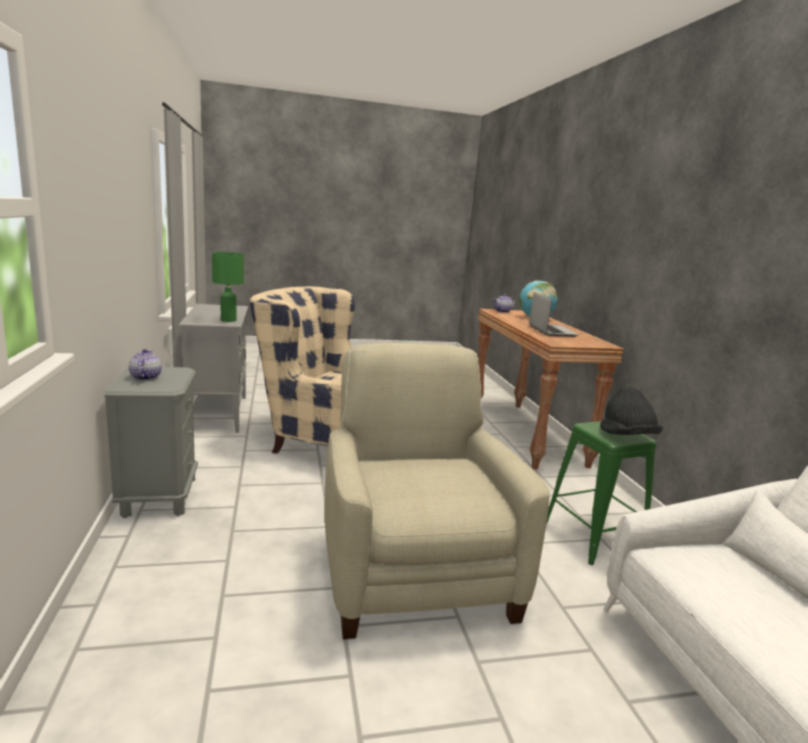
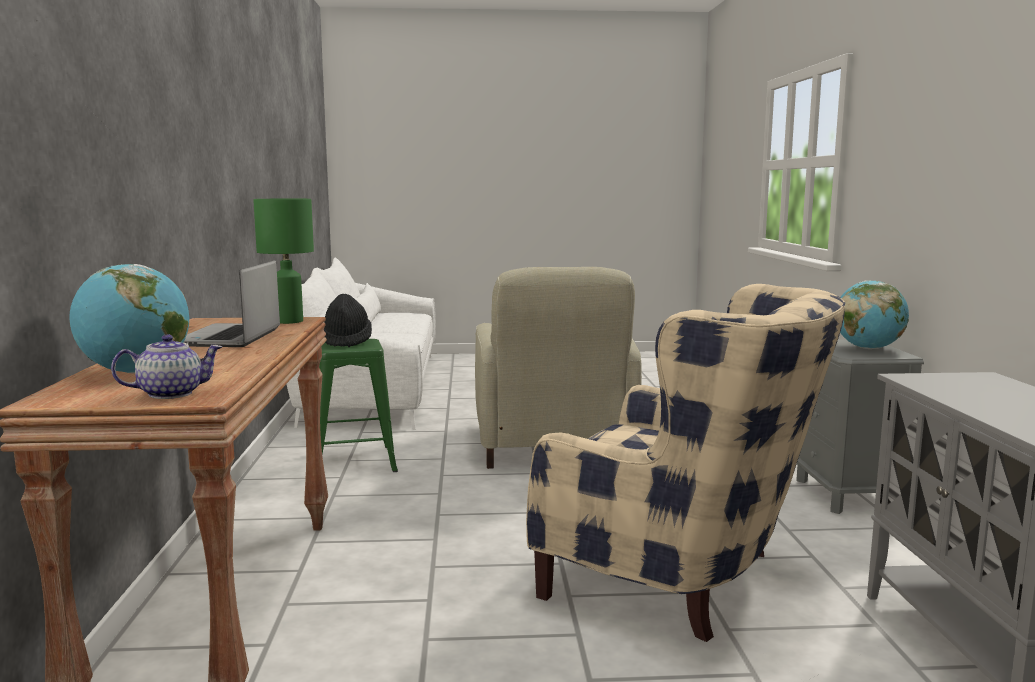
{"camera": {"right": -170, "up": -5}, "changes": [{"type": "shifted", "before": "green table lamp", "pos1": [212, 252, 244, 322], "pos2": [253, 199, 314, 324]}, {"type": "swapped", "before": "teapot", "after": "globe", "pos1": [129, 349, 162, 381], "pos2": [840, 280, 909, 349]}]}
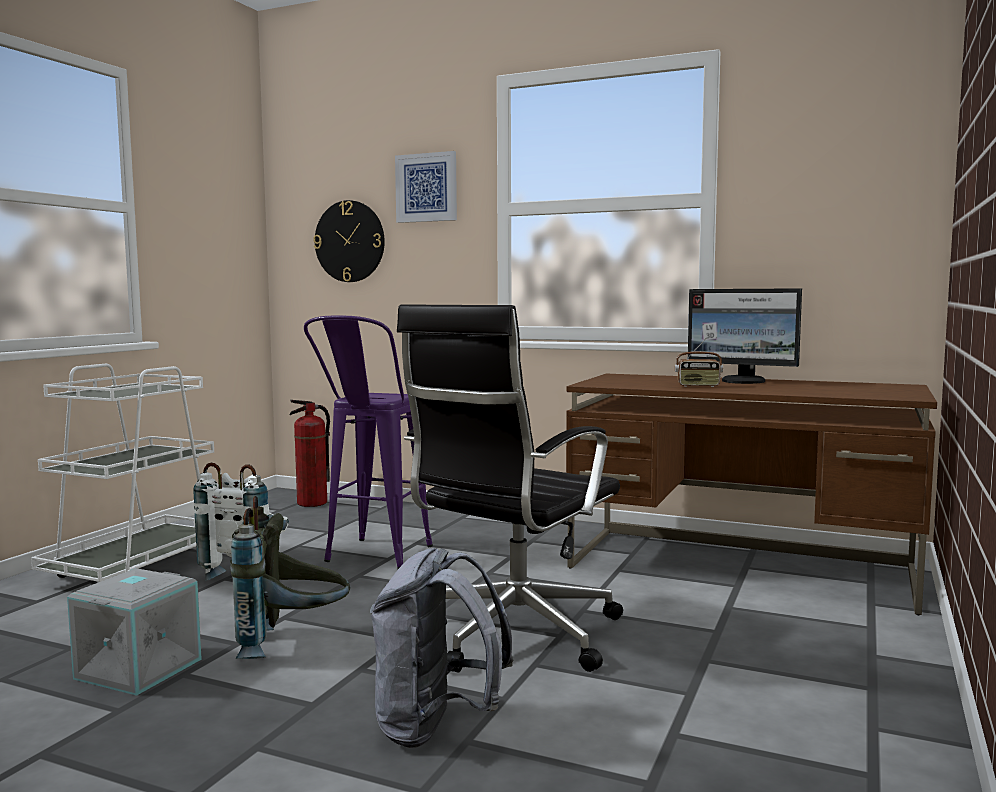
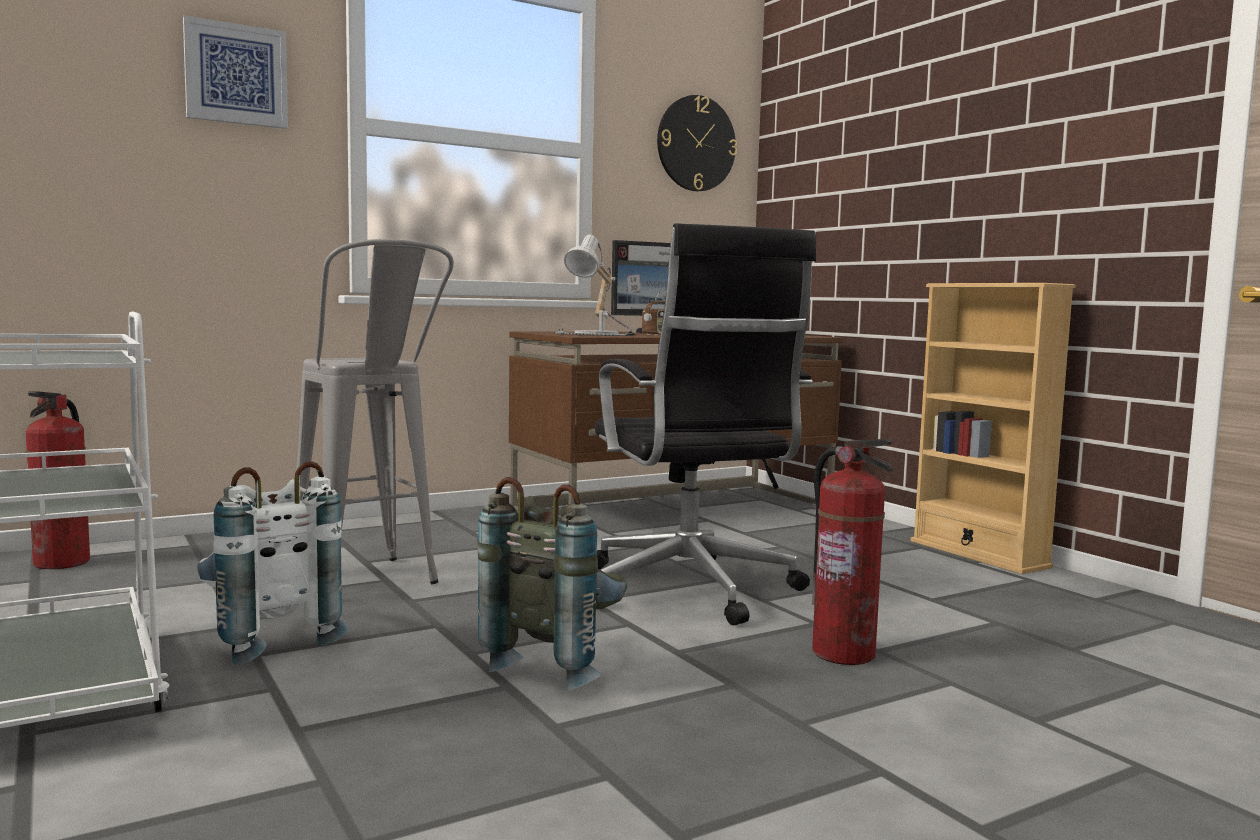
{"camera": {"right": -55, "up": 0}, "changes": [{"type": "gone", "before": "grey storage box", "pos1": [67, 568, 202, 696]}, {"type": "new", "after": "table lamp", "pos2": [556, 235, 636, 336]}, {"type": "new", "after": "beige bookcase", "pos2": [910, 283, 1076, 574]}, {"type": "shifted", "before": "wall clock", "pos1": [313, 200, 385, 282], "pos2": [657, 95, 737, 191]}, {"type": "swapped", "before": "grey backpack", "after": "fire extinguisher", "pos1": [370, 548, 513, 748], "pos2": [812, 439, 893, 665]}, {"type": "repainted", "before": "purple stool", "after": "grey stool", "pos1": [304, 315, 433, 569], "pos2": [296, 239, 454, 584]}]}
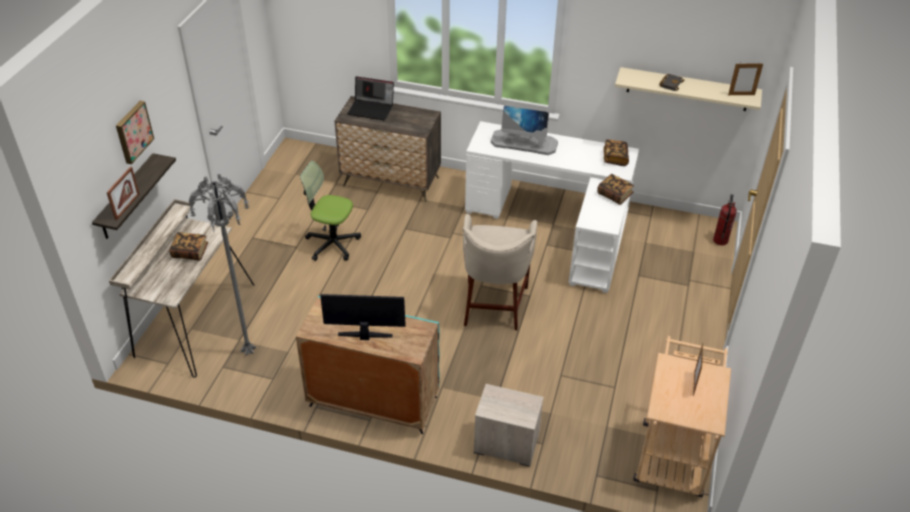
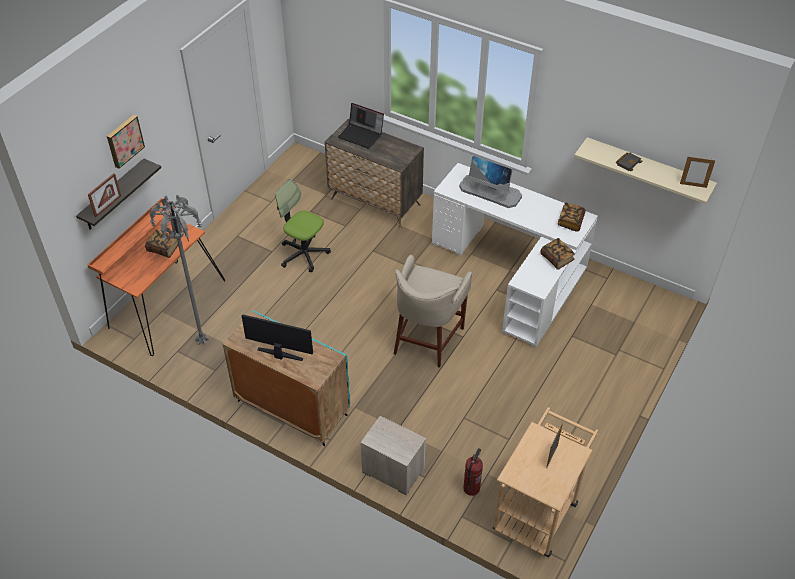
{"camera": {"right": 15, "up": 5}, "changes": [{"type": "shifted", "before": "fire extinguisher", "pos1": [713, 194, 737, 245], "pos2": [463, 448, 483, 496]}, {"type": "repainted", "before": "beige desk", "after": "orange desk", "pos1": [109, 199, 254, 378], "pos2": [87, 198, 225, 356]}]}
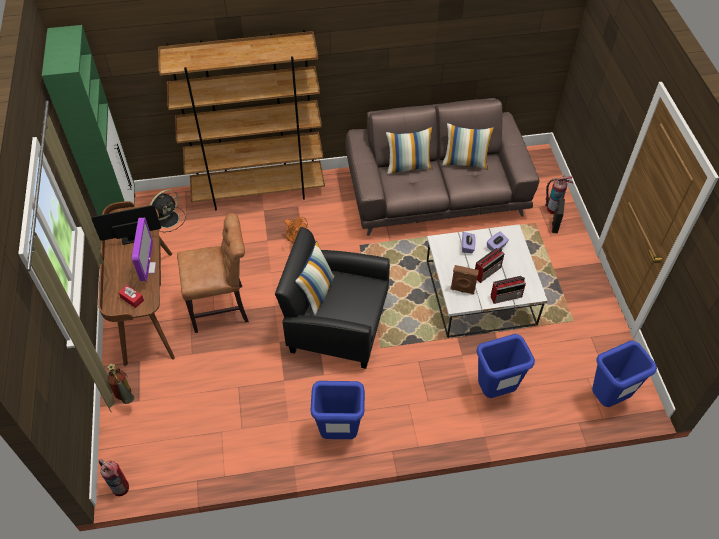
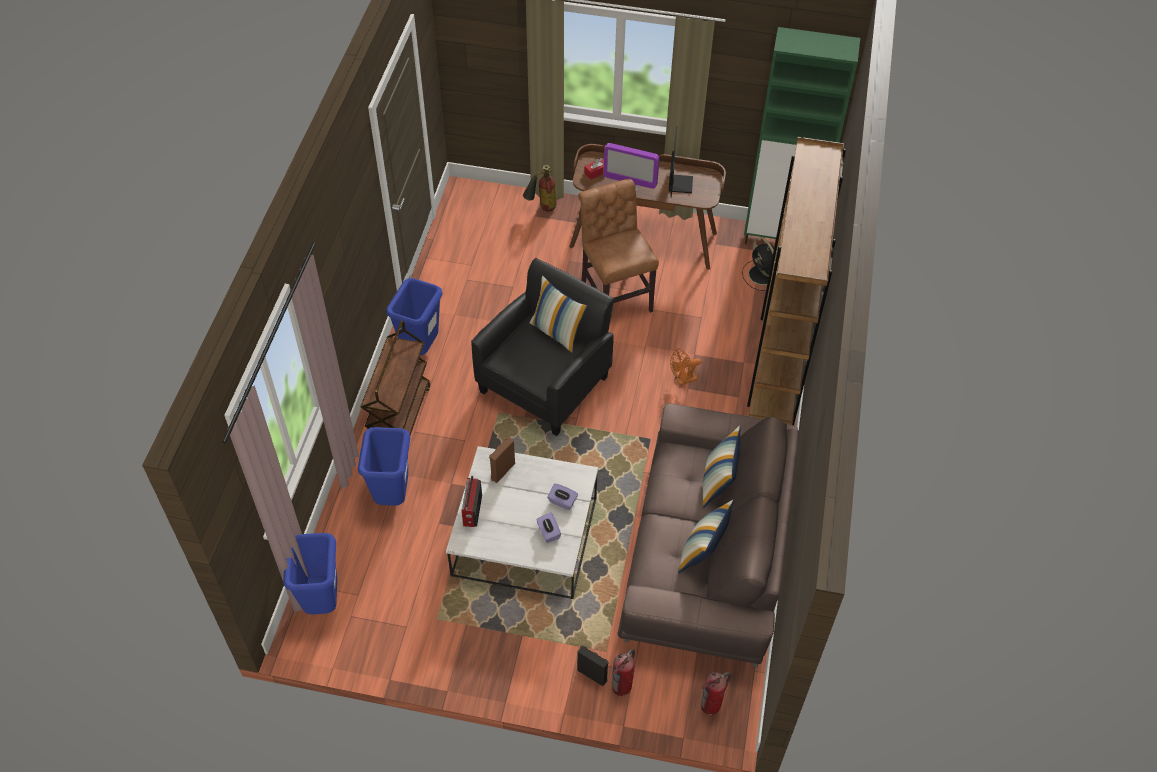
{"camera": {"right": 110, "up": 0}, "changes": [{"type": "gone", "before": "radio", "pos1": [475, 248, 504, 283]}, {"type": "new", "after": "brown cart", "pos2": [361, 321, 430, 435]}, {"type": "shifted", "before": "fire extinguisher", "pos1": [99, 459, 129, 496], "pos2": [701, 671, 731, 715]}, {"type": "rotated", "before": "brown chair", "pos1": [177, 213, 249, 333], "pos2": [579, 179, 659, 313], "turn": 150}]}
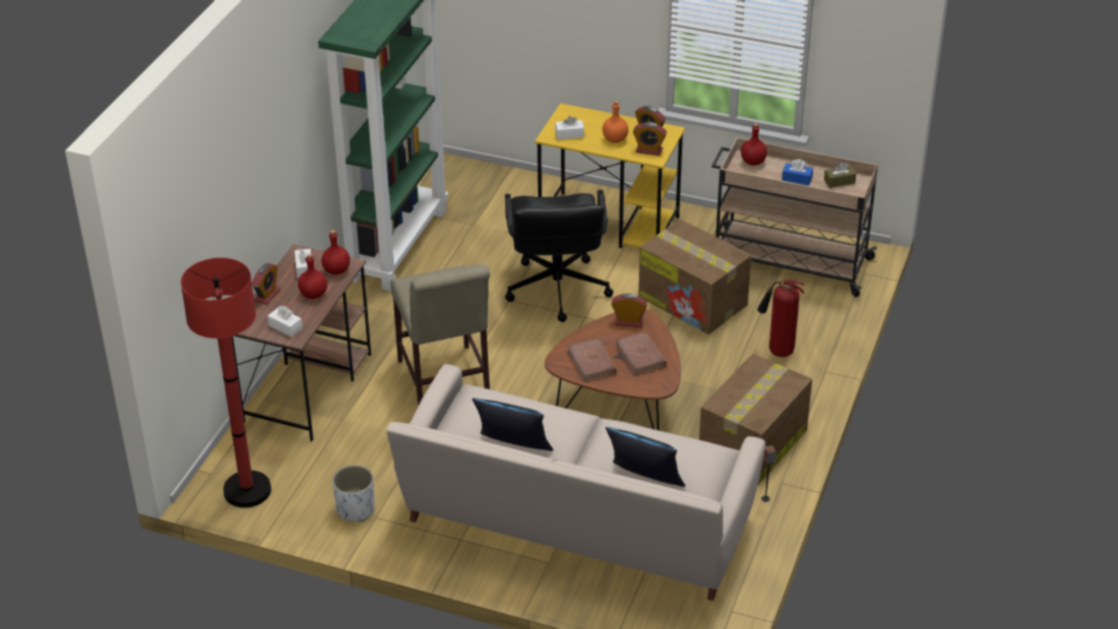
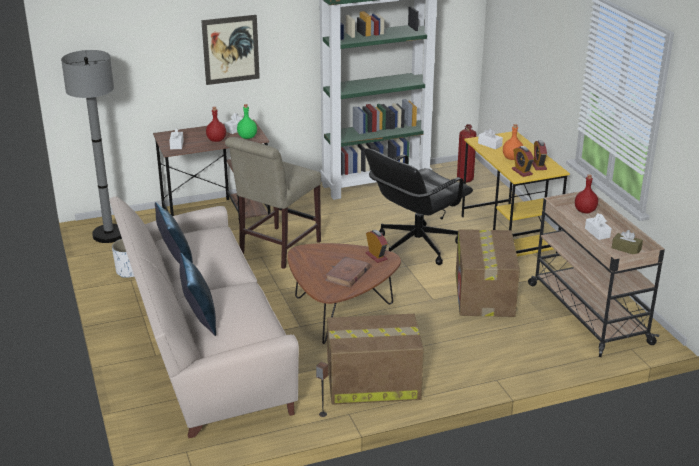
{"camera": {"right": 50, "up": -10}, "changes": [{"type": "gone", "before": "alarm clock", "pos1": [252, 263, 281, 305]}, {"type": "gone", "before": "brown book", "pos1": [567, 339, 617, 382]}, {"type": "new", "after": "picture", "pos2": [201, 15, 260, 85]}, {"type": "shifted", "before": "fire extinguisher", "pos1": [757, 280, 804, 357], "pos2": [457, 124, 477, 183]}, {"type": "repainted", "before": "red floor lamp", "after": "grey floor lamp", "pos1": [181, 258, 271, 508], "pos2": [61, 50, 122, 243]}, {"type": "repainted", "before": "red bottle", "after": "green bottle", "pos1": [322, 230, 350, 275], "pos2": [237, 104, 257, 139]}, {"type": "repainted", "before": "blue tissue box", "after": "white tissue box", "pos1": [782, 159, 813, 186], "pos2": [585, 213, 611, 240]}]}
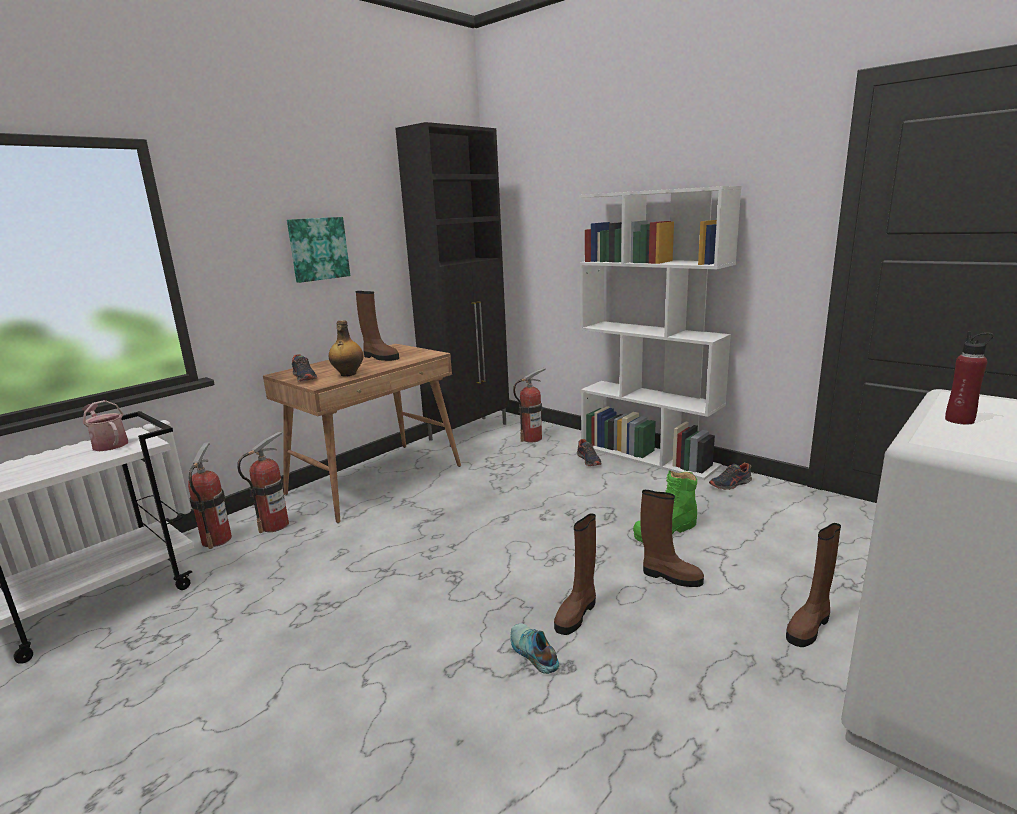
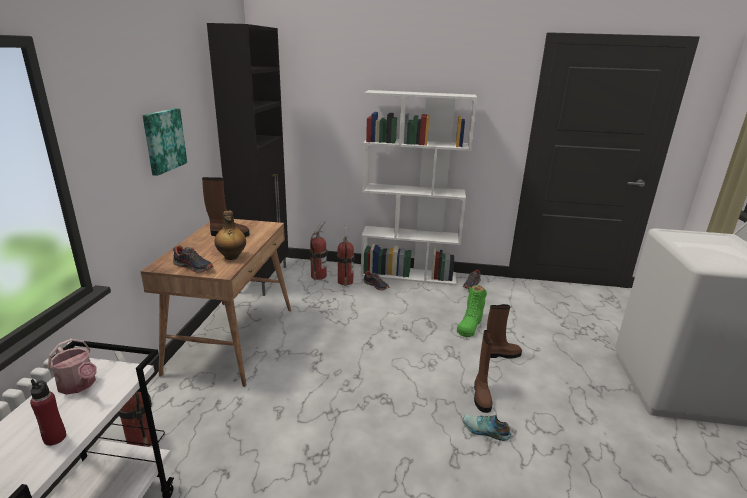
{"camera": {"right": -35, "up": 5}, "changes": [{"type": "gone", "before": "brown boot", "pos1": [786, 523, 841, 647]}, {"type": "shifted", "before": "fire extinguisher", "pos1": [237, 432, 289, 533], "pos2": [337, 225, 354, 286]}, {"type": "shifted", "before": "red bottle", "pos1": [945, 331, 994, 425], "pos2": [30, 379, 66, 446]}, {"type": "rotated", "before": "watering can", "pos1": [82, 400, 128, 451], "pos2": [48, 339, 97, 395], "turn": -150}]}
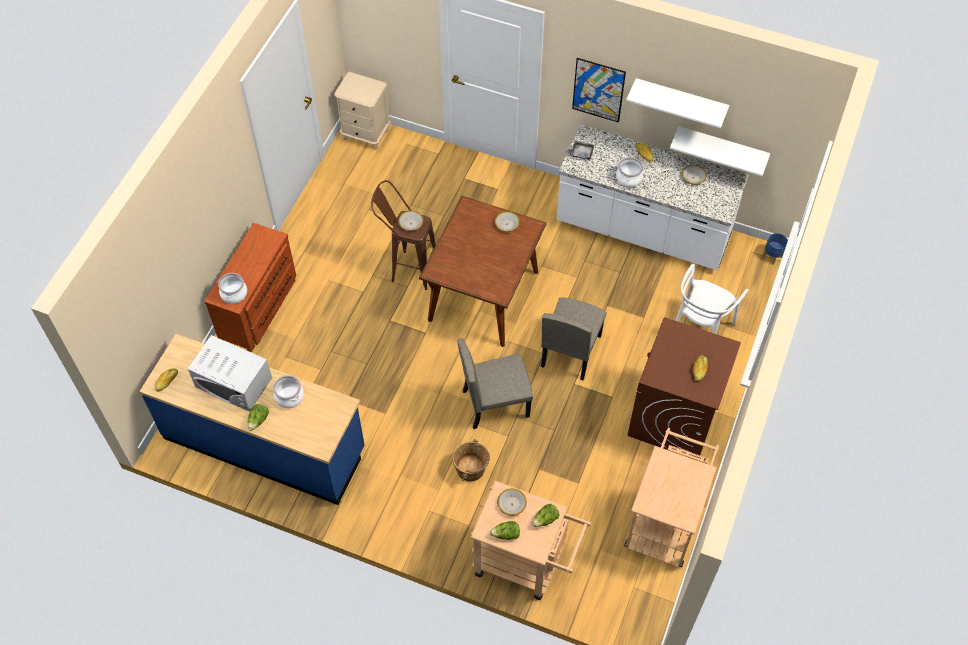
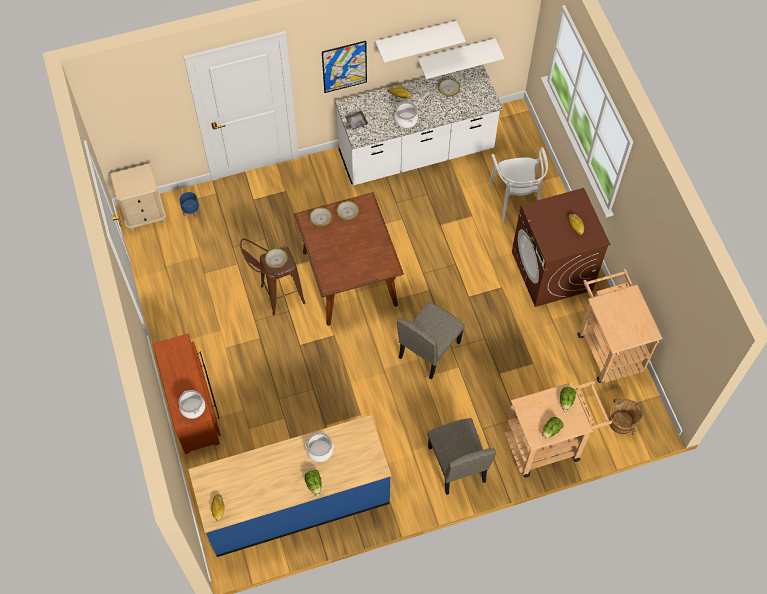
{"camera": {"right": -40, "up": 5}, "changes": [{"type": "gone", "before": "white microwave", "pos1": [188, 335, 272, 411]}, {"type": "shifted", "before": "brown bucket", "pos1": [452, 439, 490, 481], "pos2": [609, 399, 643, 435]}, {"type": "shifted", "before": "bowl", "pos1": [497, 489, 527, 516], "pos2": [309, 207, 332, 227]}, {"type": "shifted", "before": "beige chair", "pos1": [541, 297, 607, 380], "pos2": [427, 418, 496, 495]}, {"type": "shifted", "before": "blue planter", "pos1": [763, 233, 788, 265], "pos2": [179, 192, 199, 219]}]}
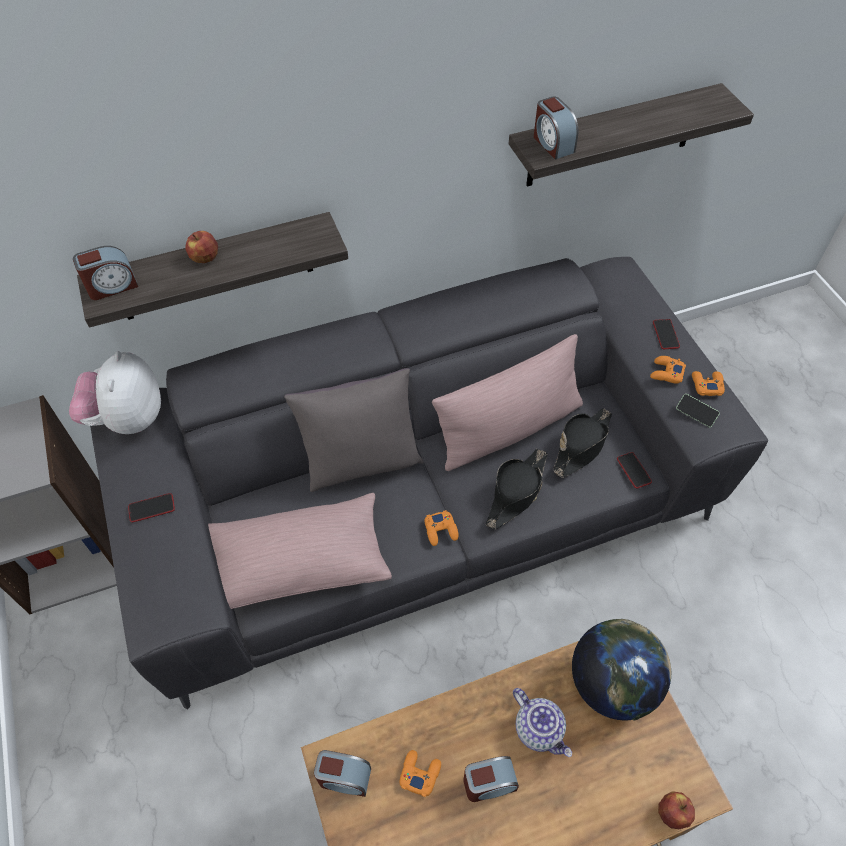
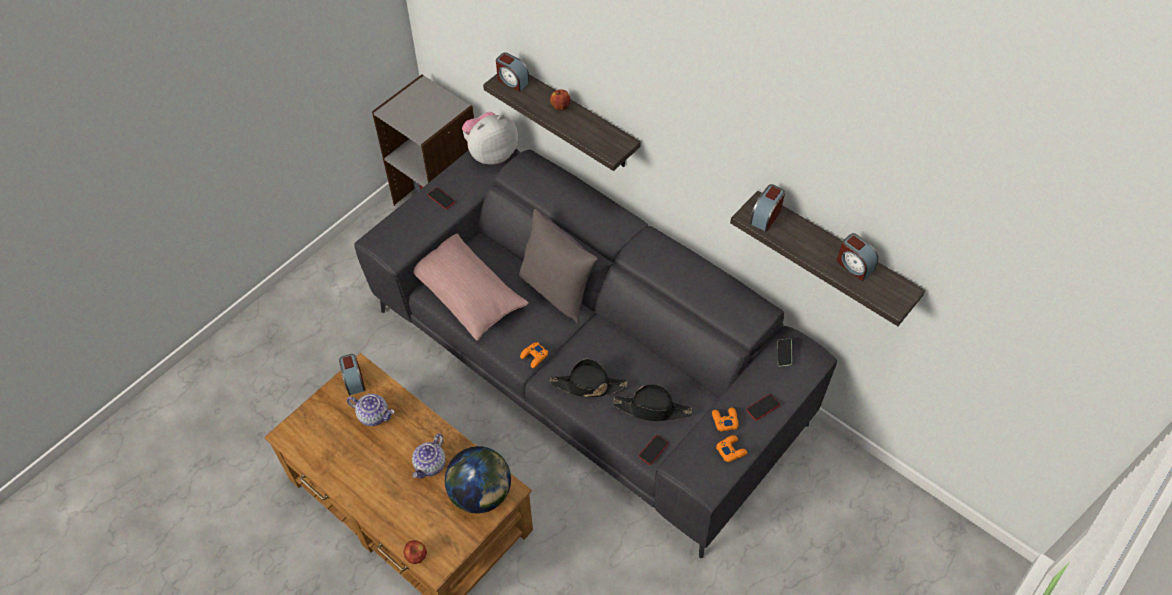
{"camera": {"right": 60, "up": 0}, "changes": [{"type": "gone", "before": "pink pillow", "pos1": [432, 334, 583, 471]}, {"type": "shifted", "before": "alarm clock", "pos1": [463, 756, 519, 802], "pos2": [837, 233, 878, 281]}, {"type": "shifted", "before": "phone", "pos1": [676, 394, 720, 428], "pos2": [778, 338, 792, 367]}, {"type": "swapped", "before": "orange game controller", "after": "teapot", "pos1": [400, 750, 441, 797], "pos2": [347, 394, 395, 426]}]}
